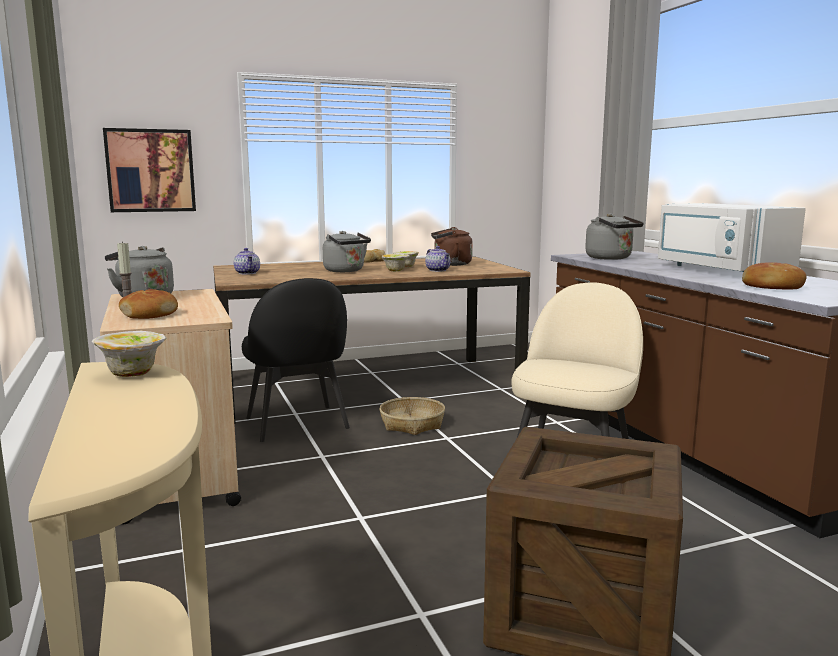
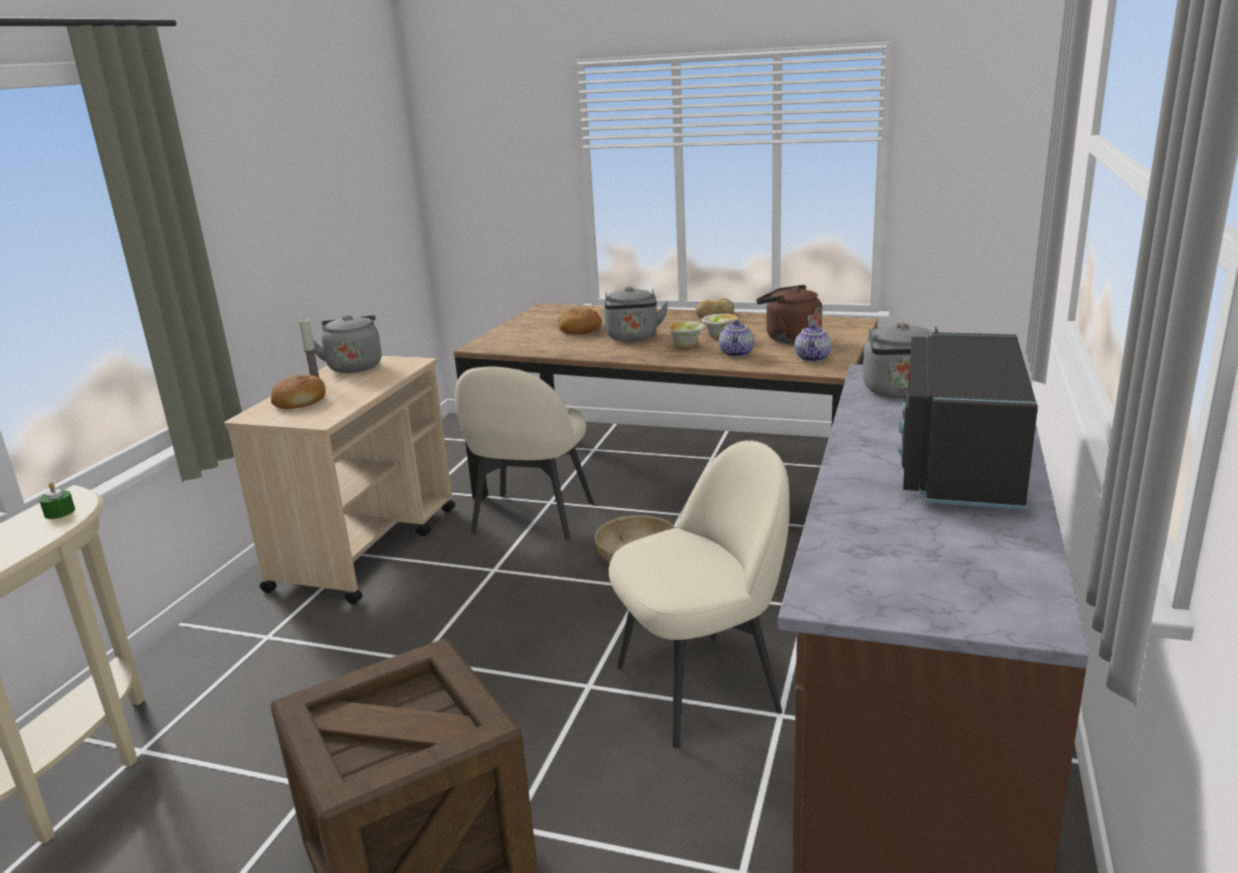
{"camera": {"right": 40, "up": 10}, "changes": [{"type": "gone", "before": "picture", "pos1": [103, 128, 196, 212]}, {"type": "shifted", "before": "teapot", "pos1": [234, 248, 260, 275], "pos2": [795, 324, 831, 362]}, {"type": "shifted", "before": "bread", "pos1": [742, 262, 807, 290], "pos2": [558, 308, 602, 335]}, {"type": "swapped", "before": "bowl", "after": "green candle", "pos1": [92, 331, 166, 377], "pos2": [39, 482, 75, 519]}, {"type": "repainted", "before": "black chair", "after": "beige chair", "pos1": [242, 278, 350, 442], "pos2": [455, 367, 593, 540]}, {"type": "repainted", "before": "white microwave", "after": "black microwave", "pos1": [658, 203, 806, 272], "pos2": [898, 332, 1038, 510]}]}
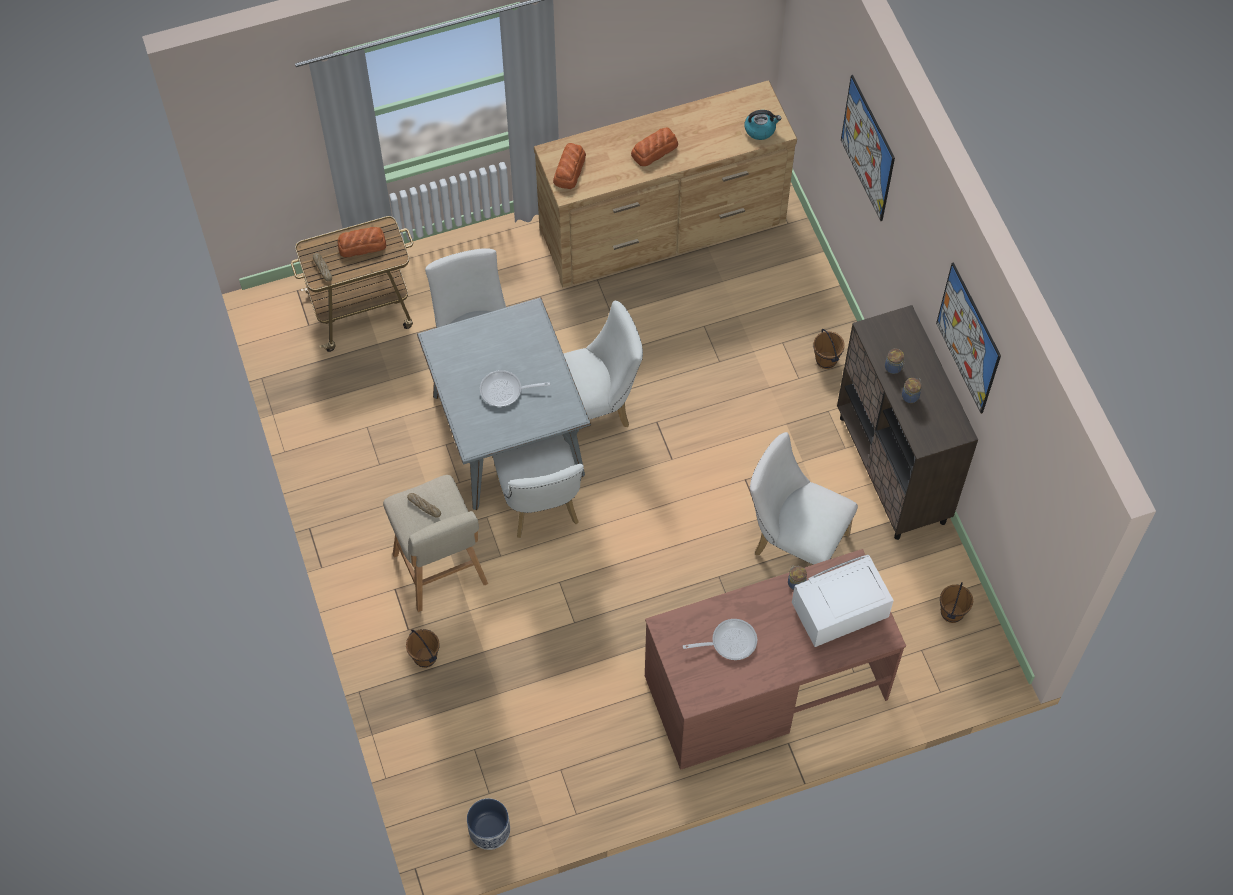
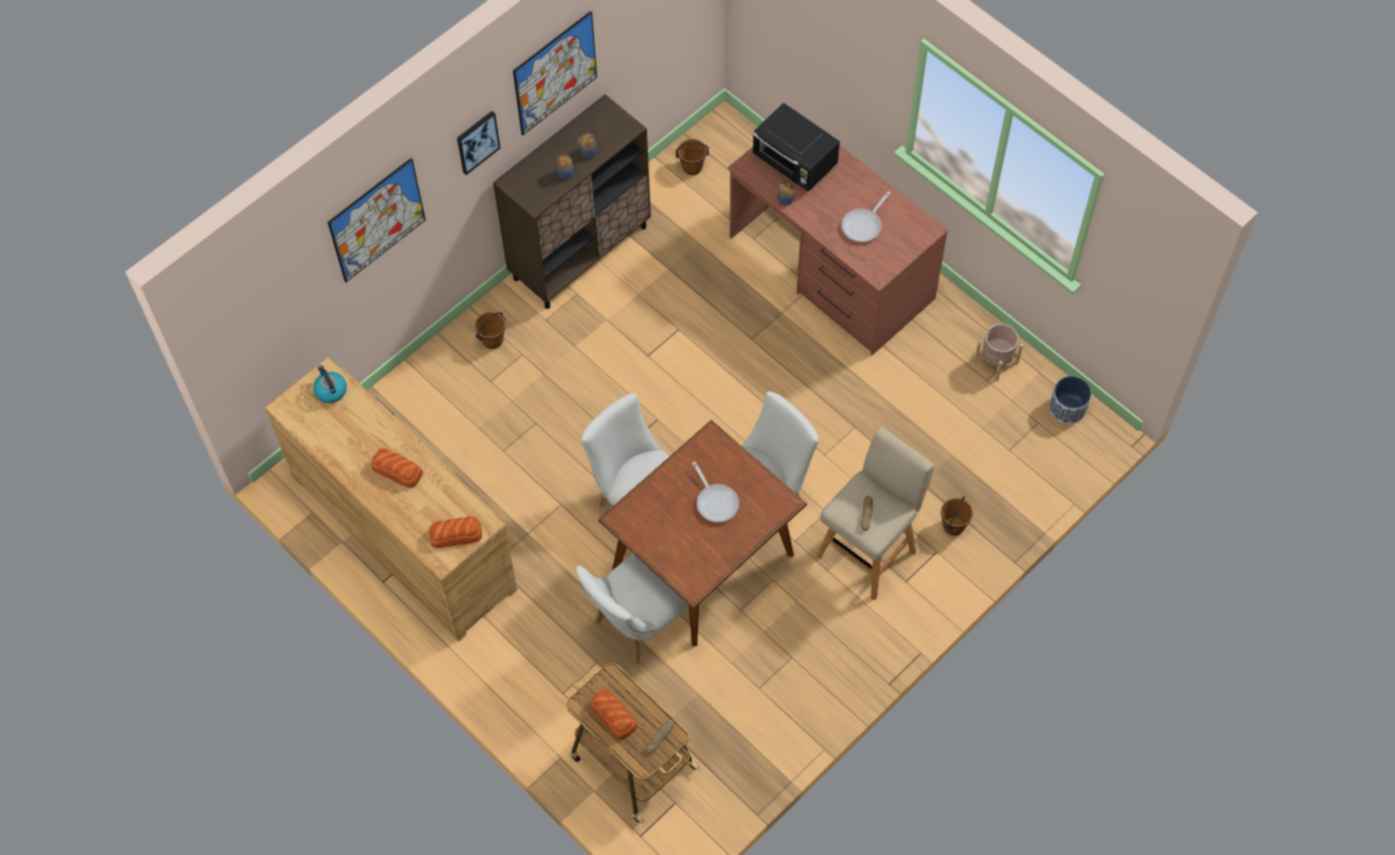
{"camera": {"right": -115, "up": 0}, "changes": [{"type": "gone", "before": "white chair", "pos1": [750, 432, 858, 565]}, {"type": "new", "after": "picture", "pos2": [457, 111, 500, 175]}, {"type": "new", "after": "beige planter", "pos2": [974, 324, 1023, 381]}, {"type": "repainted", "before": "grey dining table", "after": "brown dining table", "pos1": [417, 297, 591, 510], "pos2": [598, 420, 807, 646]}, {"type": "repainted", "before": "white microwave", "after": "black microwave", "pos1": [792, 555, 894, 647], "pos2": [752, 103, 840, 191]}, {"type": "rotated", "before": "frying pan", "pos1": [683, 619, 757, 660], "pos2": [842, 191, 890, 242], "turn": -105}]}
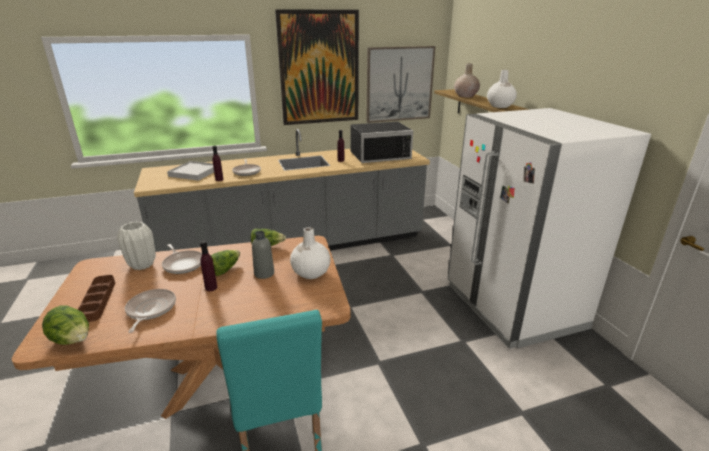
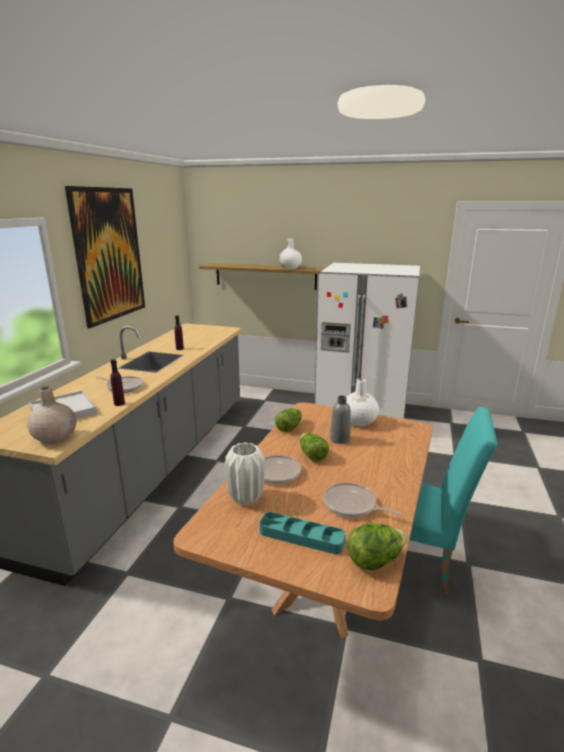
{"camera": {"right": -55, "up": -5}, "changes": [{"type": "gone", "before": "purple bottle", "pos1": [200, 241, 217, 291]}, {"type": "gone", "before": "black microwave", "pos1": [350, 122, 413, 163]}, {"type": "gone", "before": "picture", "pos1": [366, 46, 435, 123]}, {"type": "shifted", "before": "beige vase", "pos1": [454, 64, 480, 97], "pos2": [27, 386, 77, 444]}, {"type": "repainted", "before": "brown tray", "after": "turquoise tray", "pos1": [78, 275, 115, 322], "pos2": [259, 512, 346, 554]}]}
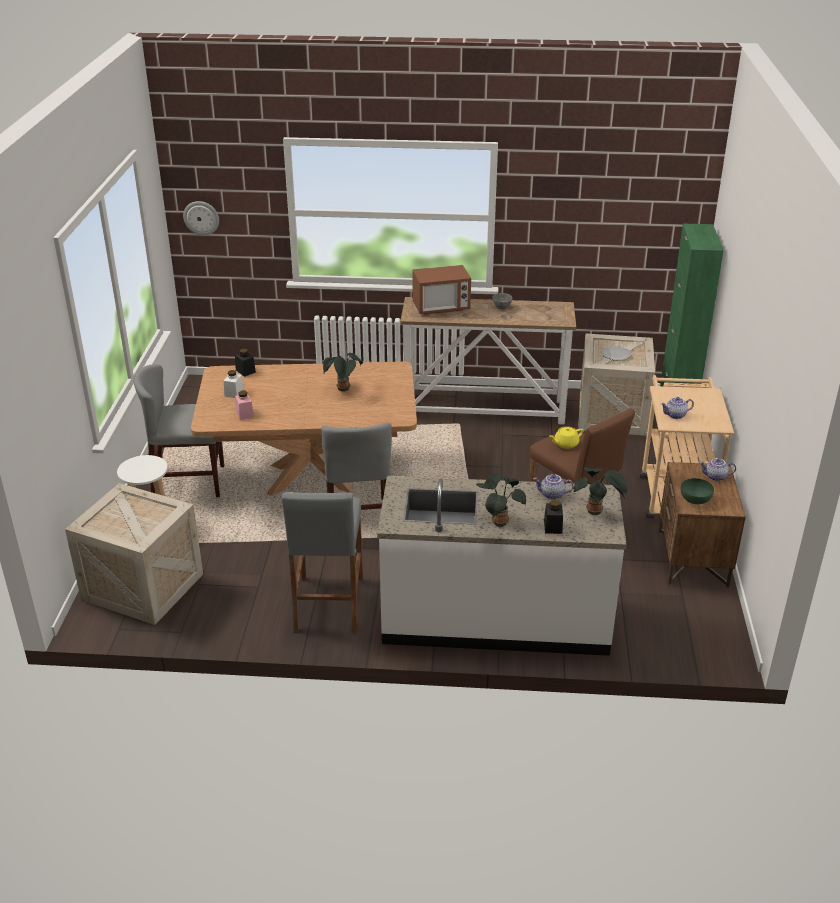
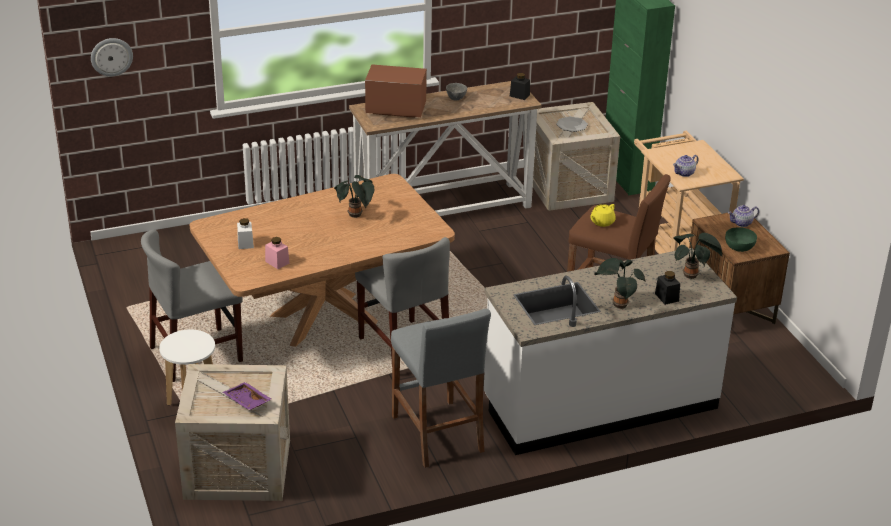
{"camera": {"right": -25, "up": 0}, "changes": [{"type": "gone", "before": "teapot", "pos1": [533, 474, 574, 499]}, {"type": "new", "after": "purple tray", "pos2": [223, 382, 272, 410]}, {"type": "shifted", "before": "black jar", "pos1": [235, 349, 256, 377], "pos2": [510, 73, 530, 100]}, {"type": "rotated", "before": "microwave", "pos1": [412, 265, 471, 314], "pos2": [365, 64, 427, 118], "turn": -135}]}
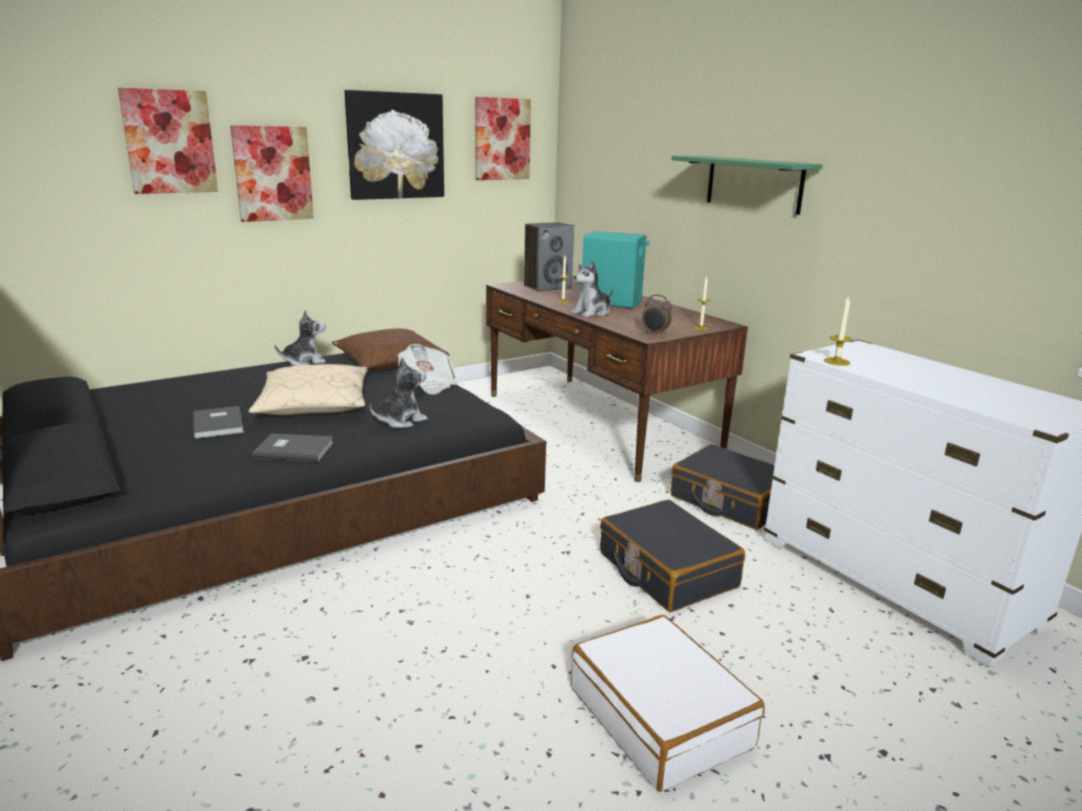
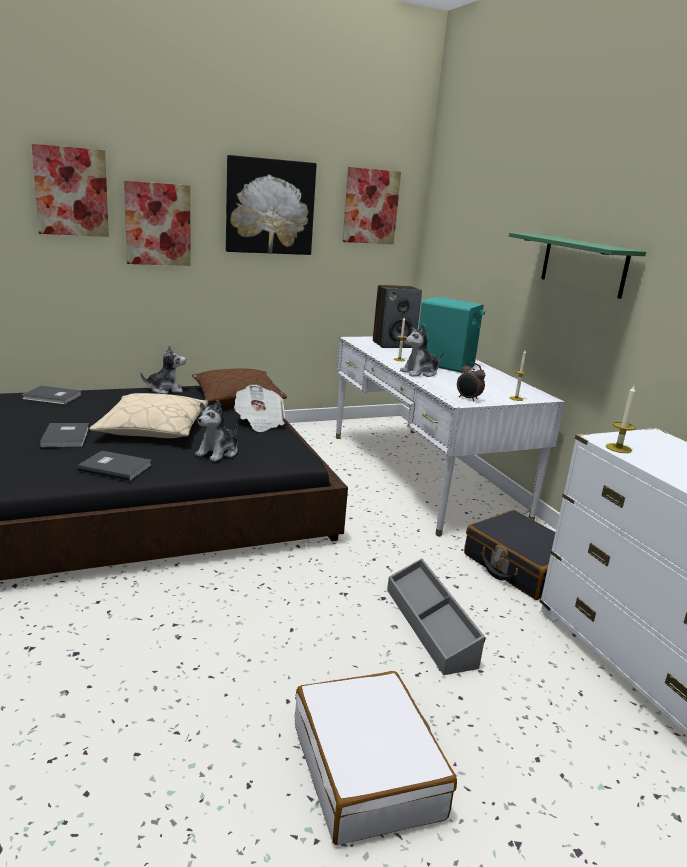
{"camera": {"right": 10, "up": 0}, "changes": [{"type": "new", "after": "grey book", "pos2": [22, 385, 82, 405]}, {"type": "swapped", "before": "black suitcase", "after": "grey storage box", "pos1": [600, 500, 745, 612], "pos2": [387, 558, 486, 675]}, {"type": "repainted", "before": "brown desk", "after": "white desk", "pos1": [486, 275, 748, 482], "pos2": [336, 336, 565, 536]}, {"type": "rotated", "before": "plush toy", "pos1": [370, 358, 428, 428], "pos2": [195, 400, 238, 462], "turn": 150}]}
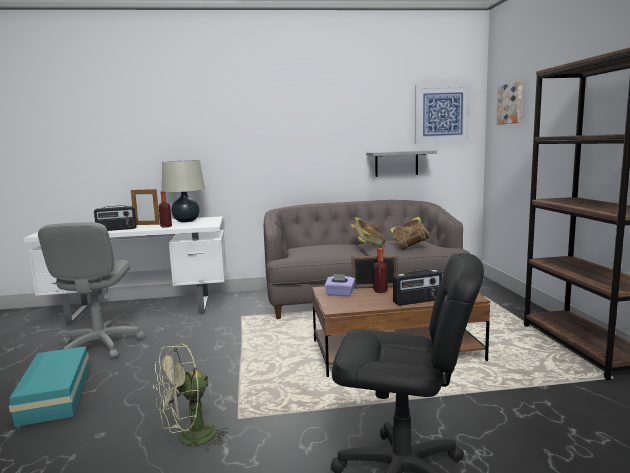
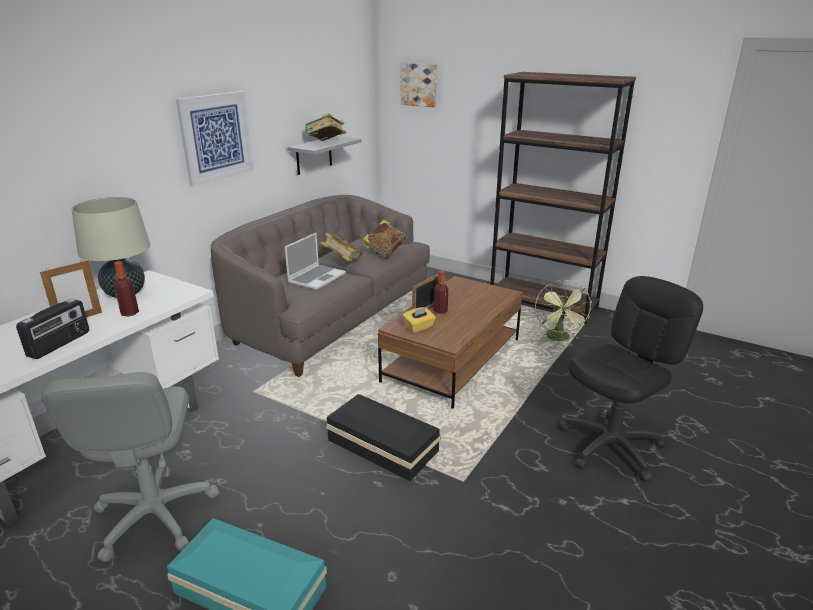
{"camera": {"right": -50, "up": 15}, "changes": [{"type": "gone", "before": "radio", "pos1": [393, 270, 442, 306]}, {"type": "new", "after": "laptop", "pos2": [285, 233, 346, 290]}, {"type": "new", "after": "book", "pos2": [305, 113, 347, 141]}, {"type": "new", "after": "black storage box", "pos2": [326, 394, 441, 481]}, {"type": "shifted", "before": "green fan", "pos1": [153, 343, 229, 453], "pos2": [535, 280, 592, 341]}, {"type": "shifted", "before": "picture", "pos1": [415, 84, 471, 144], "pos2": [176, 91, 254, 187]}, {"type": "repainted", "before": "purple tissue box", "after": "yellow tissue box", "pos1": [325, 274, 355, 296], "pos2": [402, 307, 436, 333]}, {"type": "rotated", "before": "grey office chair", "pos1": [38, 222, 145, 358], "pos2": [41, 372, 219, 562], "turn": 45}]}
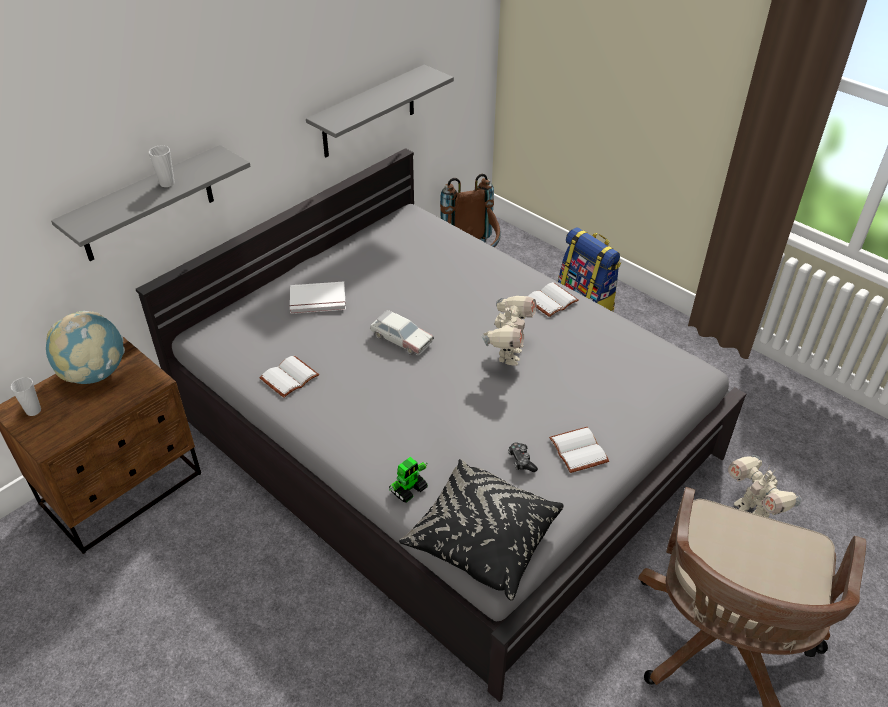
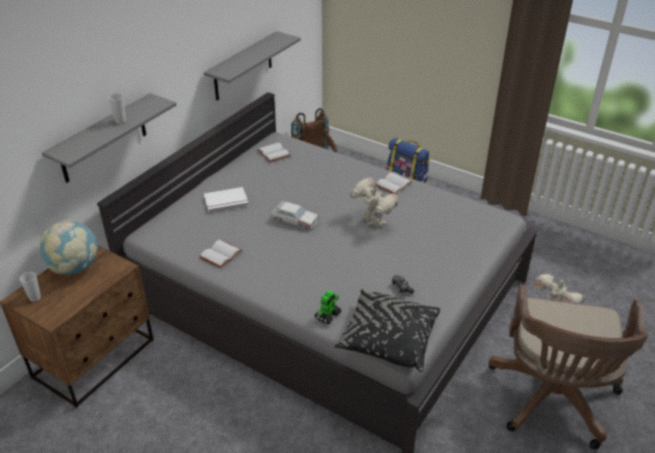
{"camera": {"right": -10, "up": -5}, "changes": [{"type": "shifted", "before": "white book", "pos1": [549, 427, 609, 473], "pos2": [258, 142, 291, 162]}, {"type": "rotated", "before": "toy robot", "pos1": [482, 296, 536, 366], "pos2": [349, 177, 399, 227], "turn": -45}]}
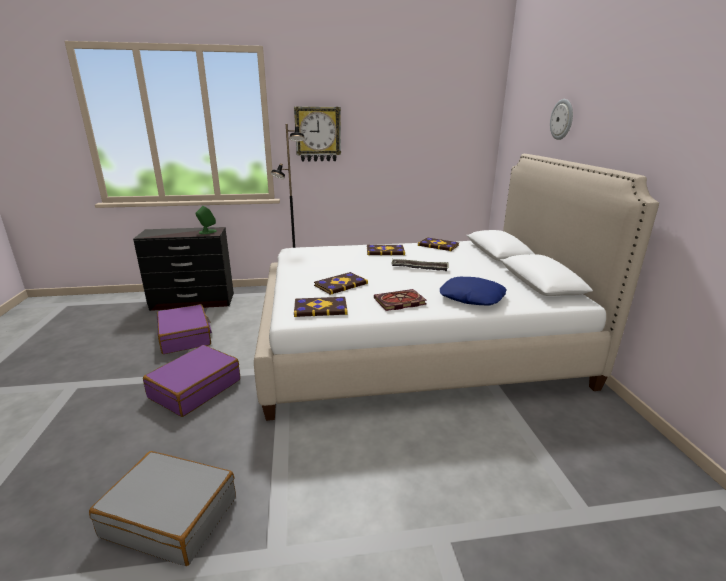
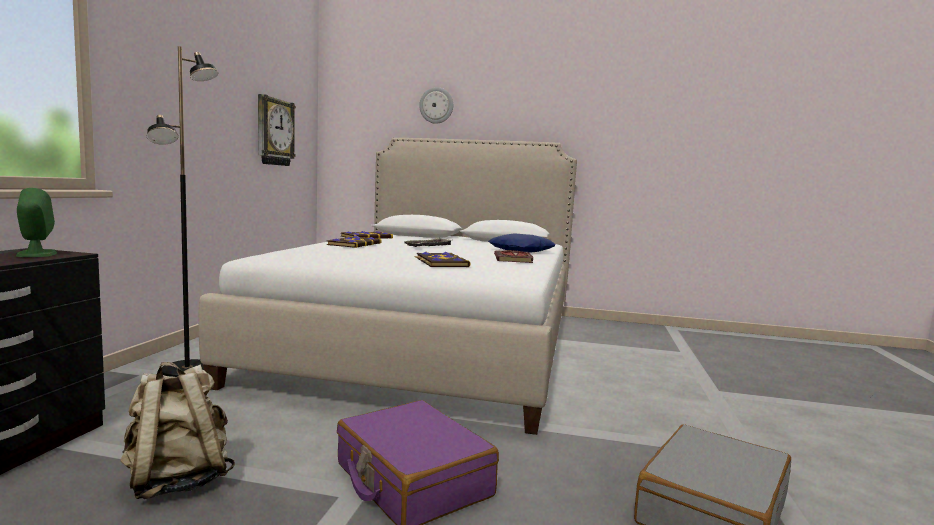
{"camera": {"right": -70, "up": -15}, "changes": [{"type": "gone", "before": "book", "pos1": [294, 297, 348, 317]}, {"type": "shifted", "before": "wall clock", "pos1": [294, 107, 341, 162], "pos2": [258, 94, 296, 166]}, {"type": "swapped", "before": "purple suitcase", "after": "beige backpack", "pos1": [157, 304, 212, 354], "pos2": [120, 362, 235, 499]}]}
